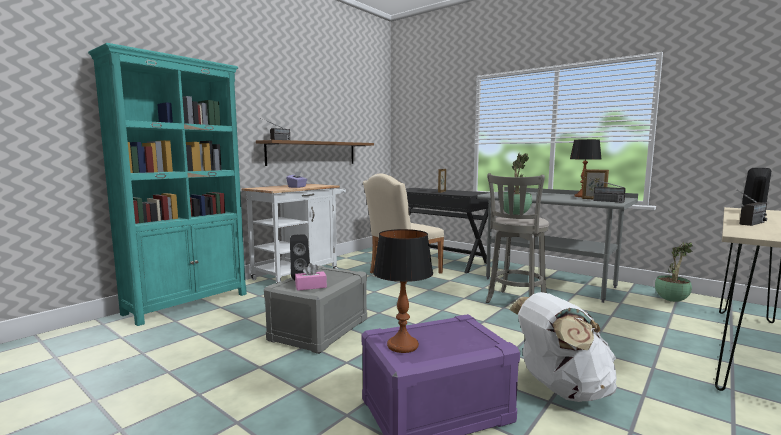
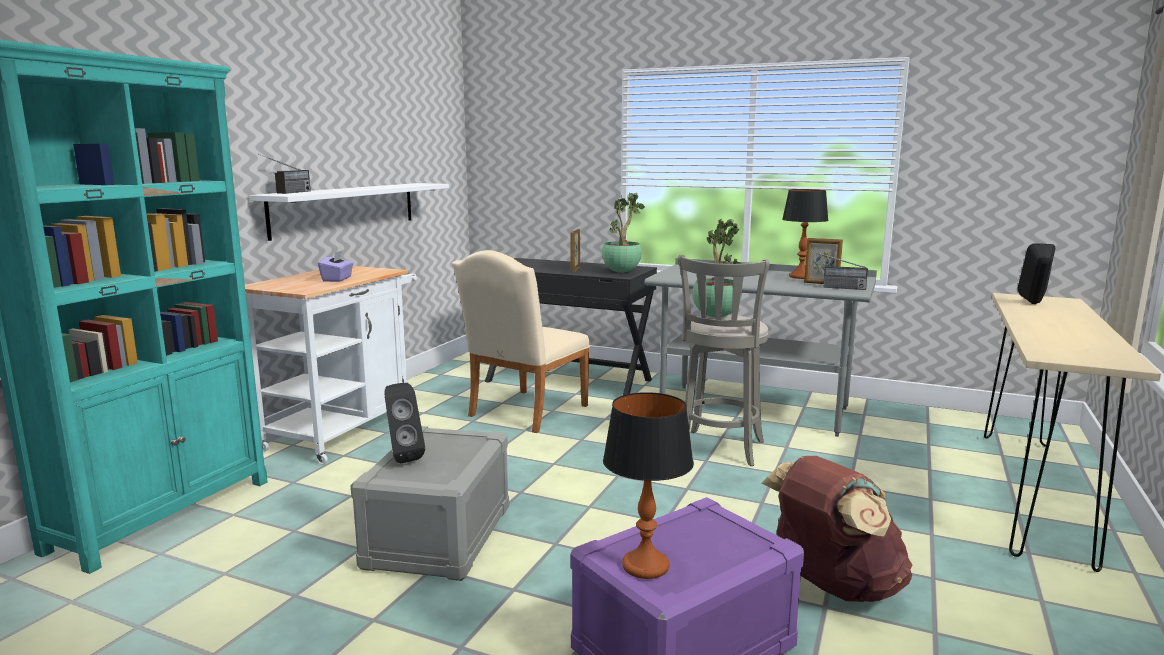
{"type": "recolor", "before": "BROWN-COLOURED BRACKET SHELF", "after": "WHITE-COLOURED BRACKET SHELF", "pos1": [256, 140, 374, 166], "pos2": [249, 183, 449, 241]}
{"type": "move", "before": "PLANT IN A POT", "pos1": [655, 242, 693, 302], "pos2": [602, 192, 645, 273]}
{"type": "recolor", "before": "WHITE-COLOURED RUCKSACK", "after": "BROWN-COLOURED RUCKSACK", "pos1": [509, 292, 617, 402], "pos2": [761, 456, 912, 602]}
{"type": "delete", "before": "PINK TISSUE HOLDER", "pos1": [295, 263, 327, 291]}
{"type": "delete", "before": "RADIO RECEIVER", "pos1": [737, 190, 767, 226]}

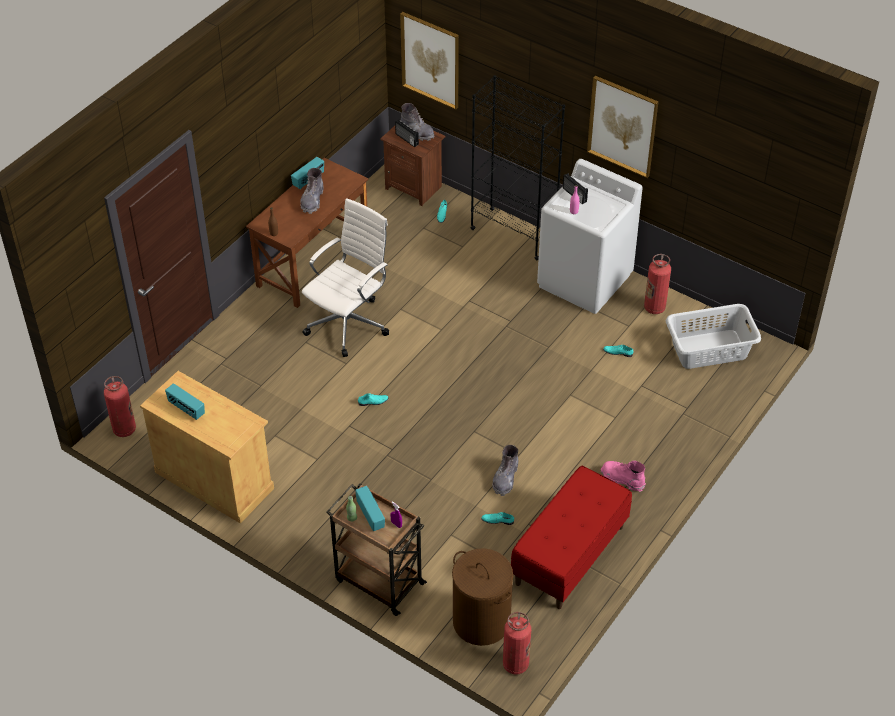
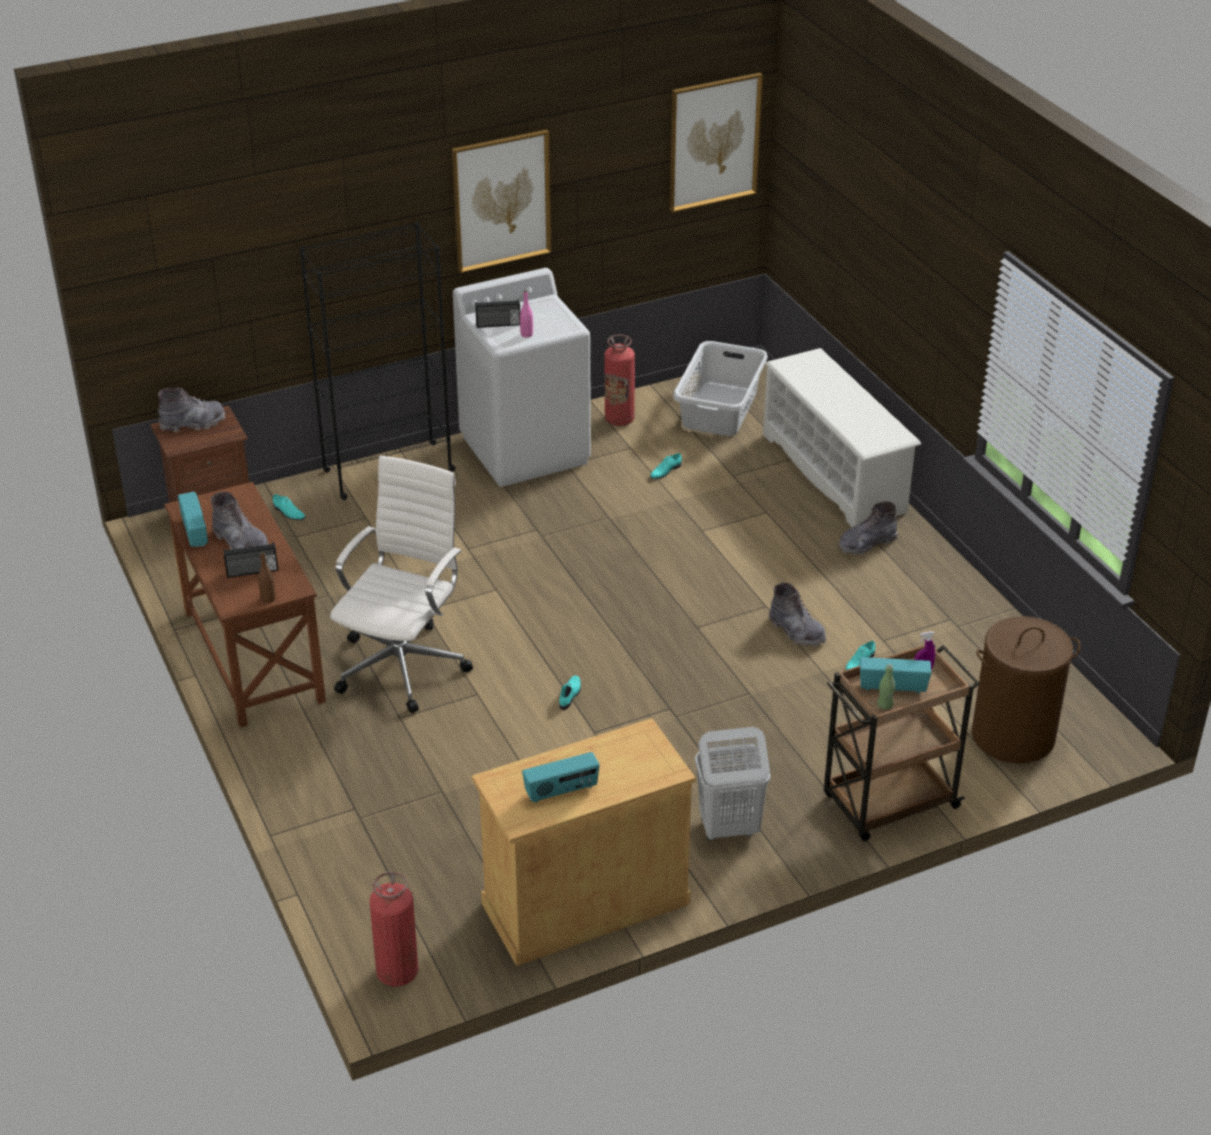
{"type": "move", "before": "RADIO RECEIVER", "pos1": [395, 119, 419, 147], "pos2": [224, 542, 278, 578]}
{"type": "rotate", "before": "WHITE-COLOURED OFFICE CHAIR", "pos1": [302, 198, 389, 357], "pos2": [330, 456, 473, 713], "turn": 45}
{"type": "move", "before": "WALL ART", "pos1": [400, 12, 459, 110], "pos2": [670, 73, 763, 213]}
{"type": "insert", "after": "WHITE-COLOURED WASHING BASKET", "pos2": [695, 727, 771, 841]}
{"type": "insert", "after": "WHITE-COLOURED SHOE RACK", "pos2": [763, 348, 921, 528]}
{"type": "recolor", "before": "PINK TALL BOOT", "after": "GREY TALL BOOT", "pos1": [601, 461, 646, 492], "pos2": [839, 501, 898, 555]}
{"type": "delete", "before": "EXTINGUISHER", "pos1": [503, 612, 531, 674]}
{"type": "delete", "before": "RED-COLOURED BENCH", "pos1": [511, 466, 632, 609]}

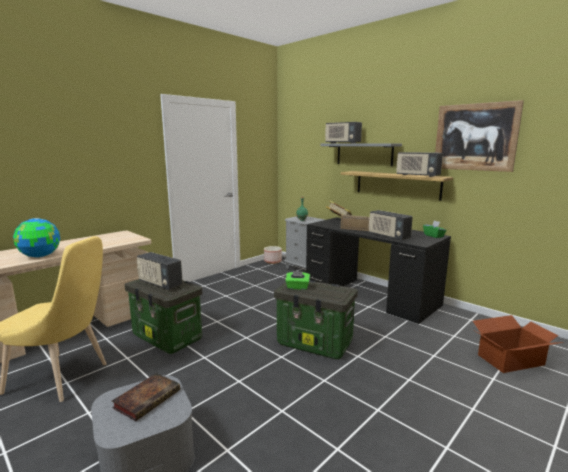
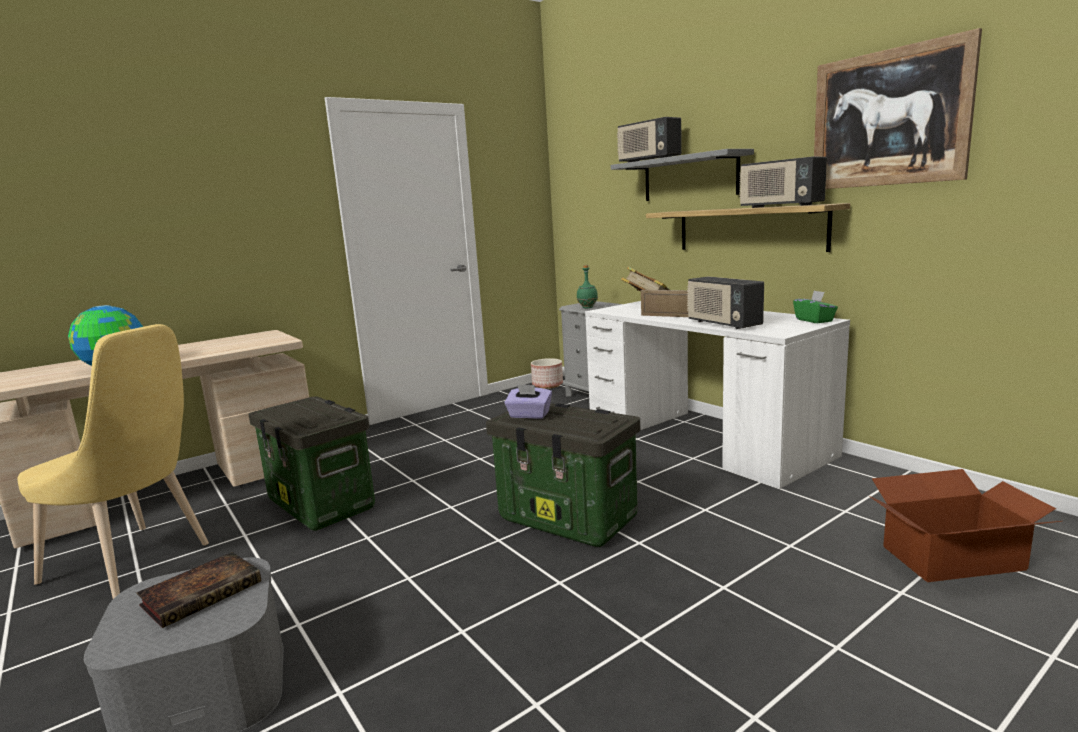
{"type": "recolor", "before": "GREEN TISSUE HOLDER", "after": "PURPLE TISSUE HOLDER", "pos1": [285, 271, 310, 290], "pos2": [504, 384, 552, 419]}
{"type": "recolor", "before": "BLACK-COLOURED DESK UNIT", "after": "WHITE-COLOURED DESK UNIT", "pos1": [306, 217, 451, 324], "pos2": [585, 301, 850, 489]}
{"type": "delete", "before": "RADIO RECEIVER", "pos1": [136, 252, 183, 290]}

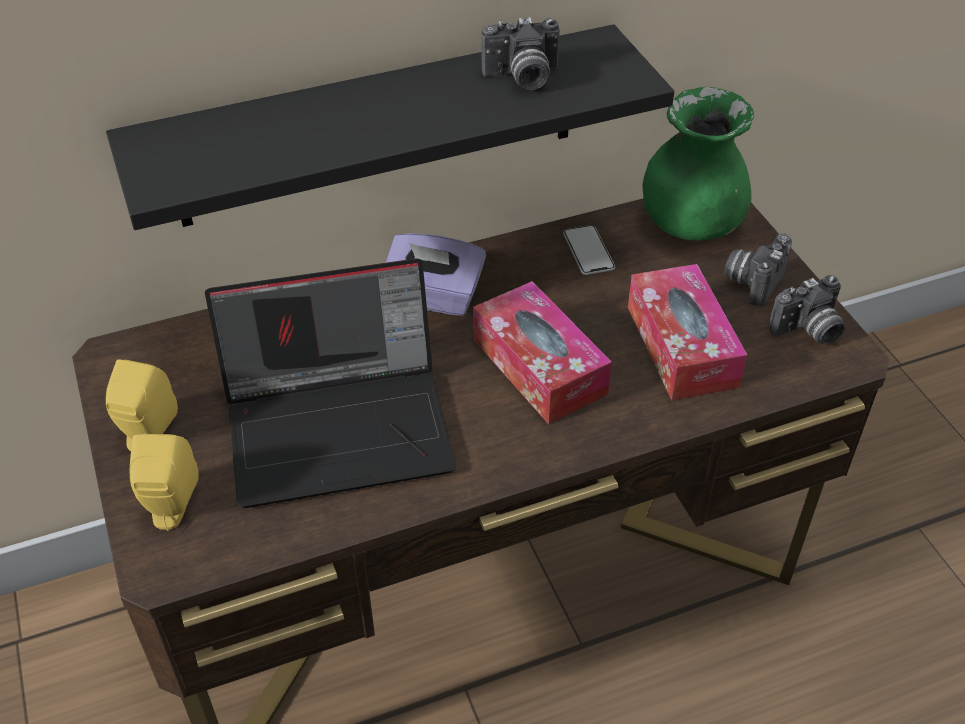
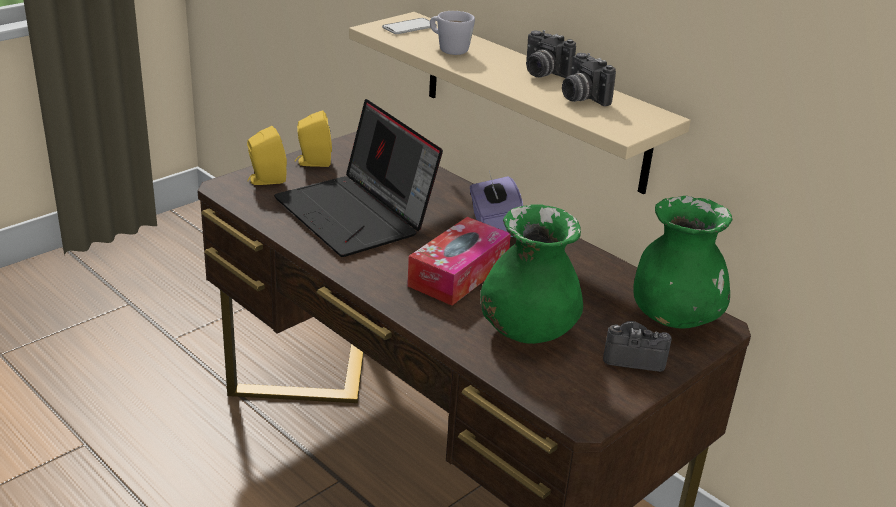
{"type": "recolor", "before": "BLACK-COLOURED BRACKET SHELF", "after": "SAND-COLOURED BRACKET SHELF", "pos1": [106, 24, 674, 230], "pos2": [349, 12, 691, 194]}
{"type": "move", "before": "TELEPHONE", "pos1": [563, 225, 615, 275], "pos2": [382, 18, 437, 34]}
{"type": "insert", "after": "WHITE-COLOURED MUG", "pos2": [430, 11, 475, 55]}
{"type": "replace", "before": "TISSUE HOLDER", "after": "GREEN FLOWER VASE", "pos1": [628, 264, 747, 400], "pos2": [480, 204, 583, 344]}
{"type": "move", "before": "STILL CAMERA", "pos1": [769, 275, 845, 345], "pos2": [526, 30, 576, 78]}

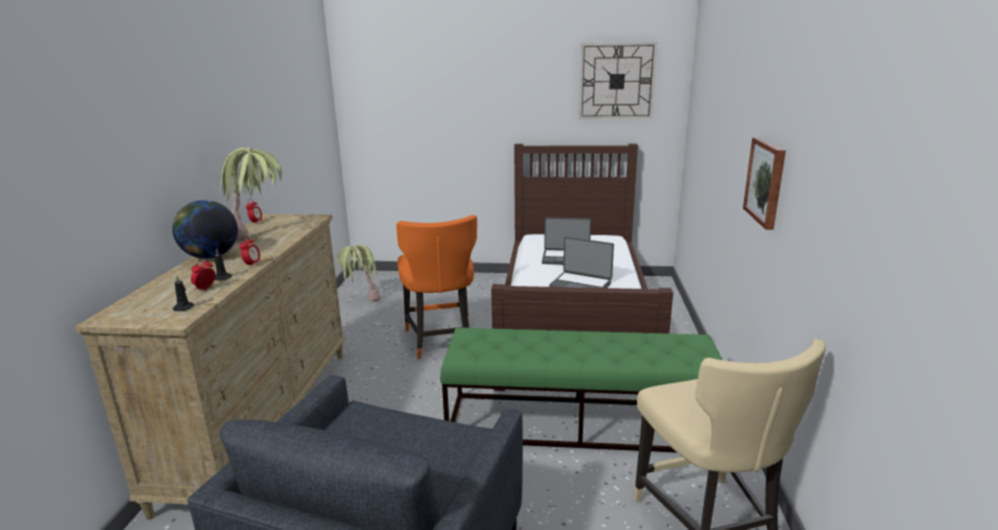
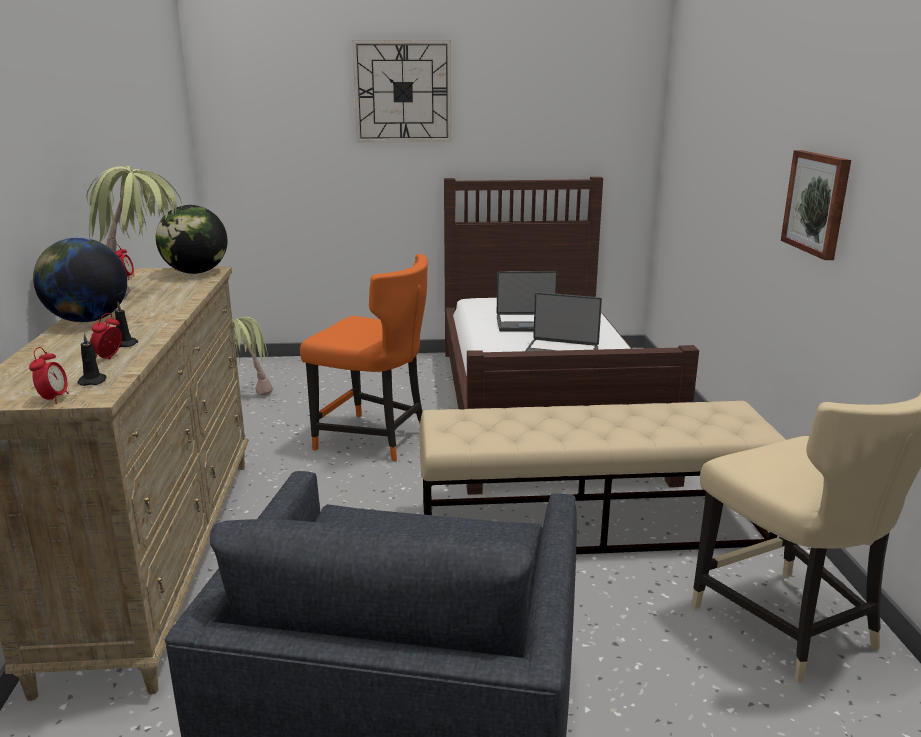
{"type": "move", "before": "BEDSIDE CLOCK", "pos1": [239, 236, 261, 265], "pos2": [29, 347, 69, 404]}
{"type": "insert", "after": "WORLD GLOBE", "pos2": [156, 205, 228, 274]}
{"type": "rotate", "before": "ORANGE UPRIGHT CHAIR", "pos1": [396, 215, 477, 359], "pos2": [300, 254, 428, 462], "turn": -45}
{"type": "move", "before": "HANGING CLOCK", "pos1": [579, 42, 657, 119], "pos2": [352, 40, 451, 142]}
{"type": "recolor", "before": "GREEN BENCH", "after": "SAND-COLOURED BENCH", "pos1": [440, 328, 722, 453], "pos2": [419, 401, 786, 554]}

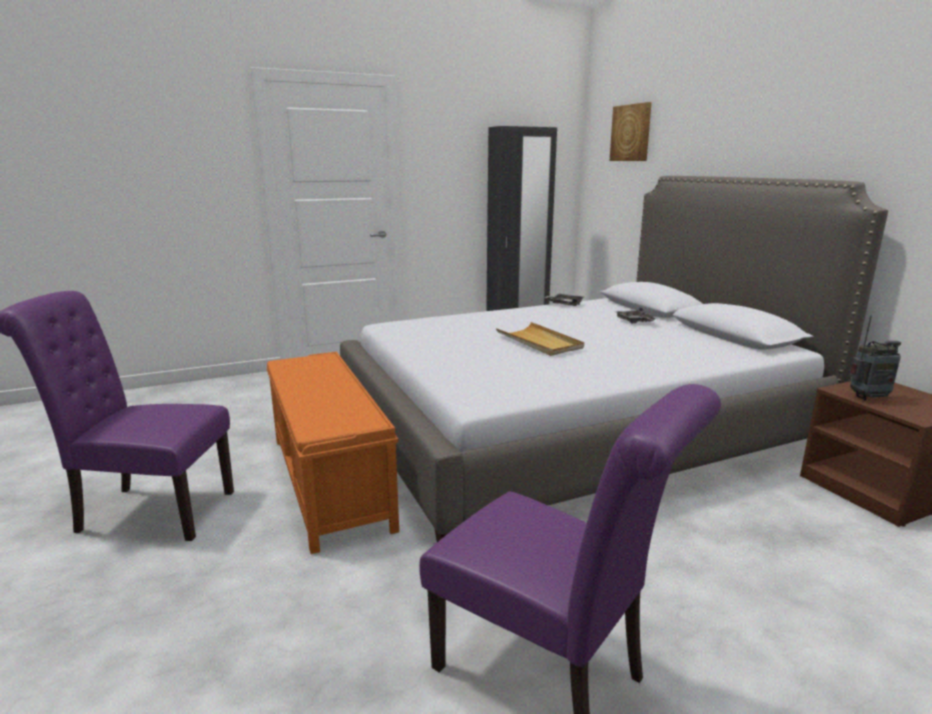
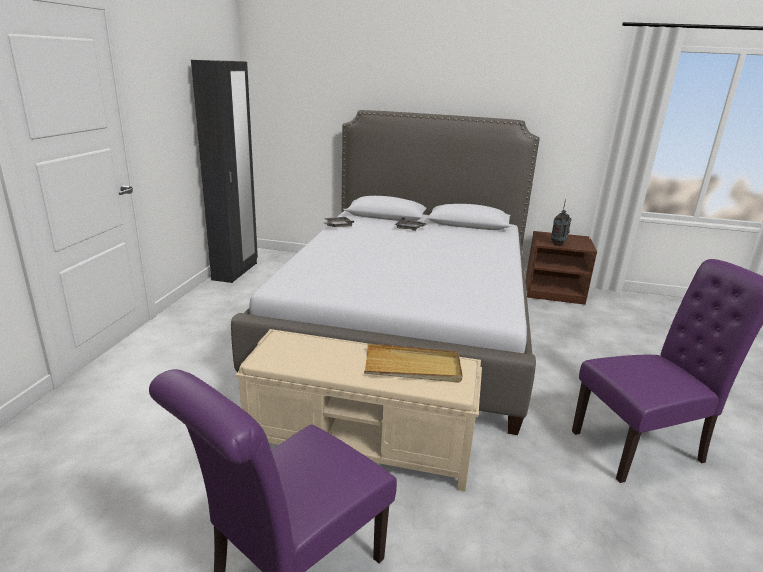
{"type": "recolor", "before": "ORANGE BENCH", "after": "SAND-COLOURED BENCH", "pos1": [267, 352, 399, 554], "pos2": [235, 329, 482, 492]}
{"type": "move", "before": "SAND-COLOURED CARRYING TRAY", "pos1": [496, 322, 584, 356], "pos2": [364, 343, 462, 383]}
{"type": "delete", "before": "WALL ART", "pos1": [610, 102, 652, 161]}

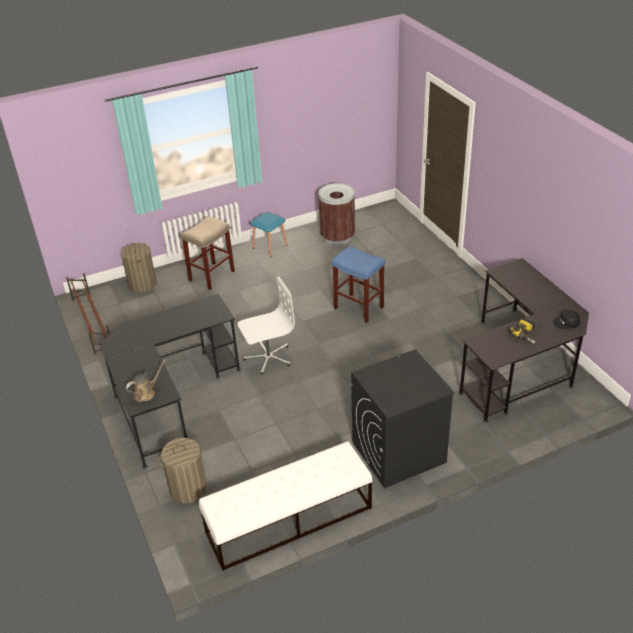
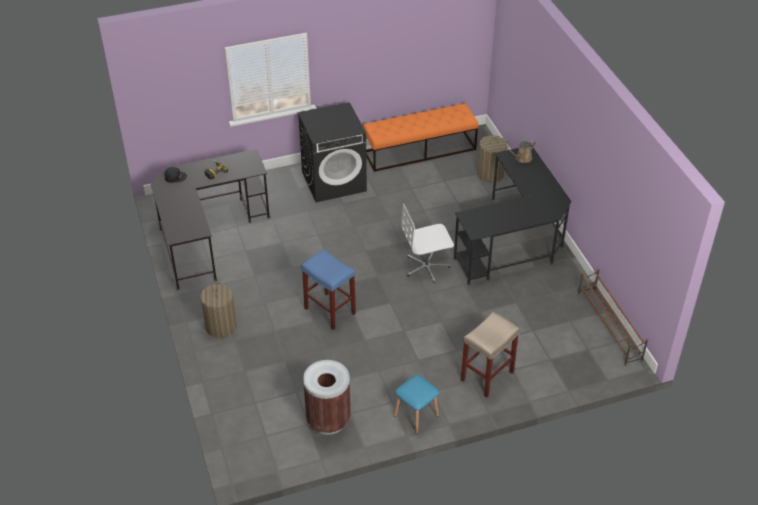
{"type": "move", "before": "WASHING BASKET", "pos1": [121, 243, 156, 293], "pos2": [200, 282, 237, 338]}
{"type": "recolor", "before": "WHITE-COLOURED BENCH", "after": "ORANGE BENCH", "pos1": [199, 441, 373, 571], "pos2": [363, 103, 479, 172]}

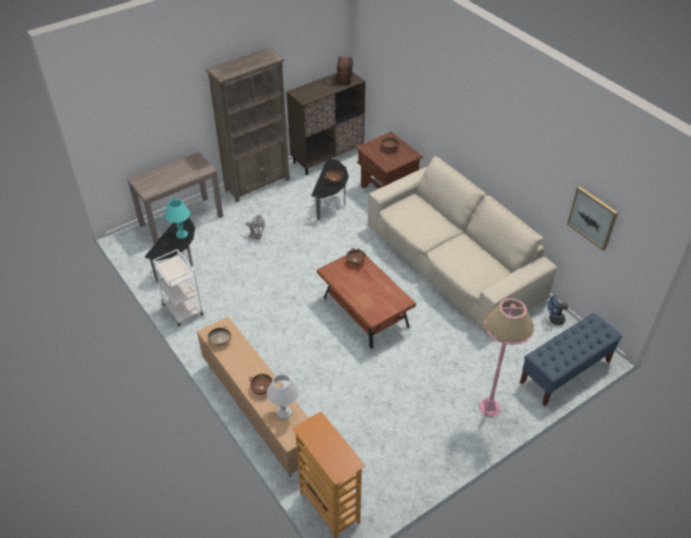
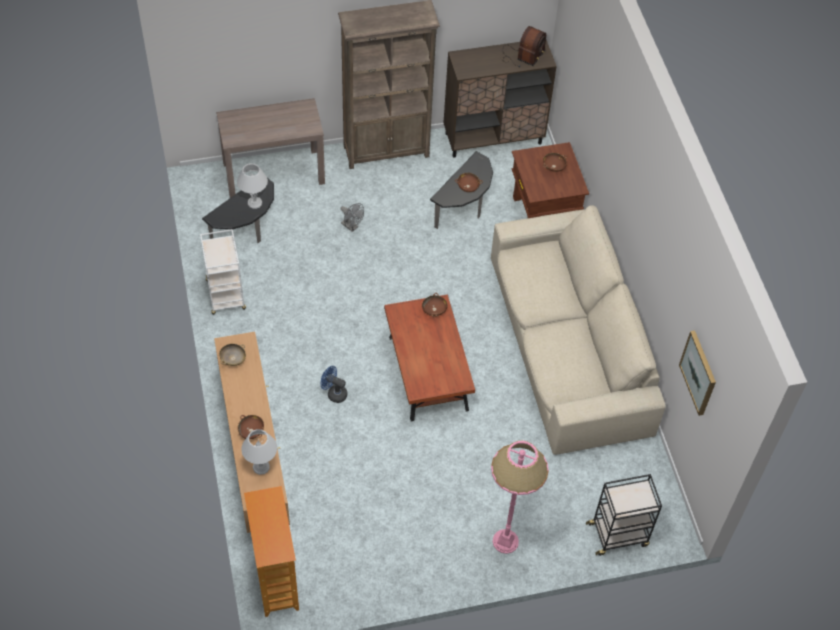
{"type": "recolor", "before": "TURQUOISE-COLOURED TABLE LAMP", "after": "WHITE-COLOURED TABLE LAMP", "pos1": [165, 199, 190, 239], "pos2": [237, 163, 268, 209]}
{"type": "move", "before": "BLUE COOLING FAN", "pos1": [548, 295, 568, 325], "pos2": [320, 366, 347, 403]}
{"type": "replace", "before": "BLUE BENCH", "after": "BLACK-COLOURED TROLLEY", "pos1": [520, 313, 622, 406], "pos2": [586, 474, 662, 556]}

